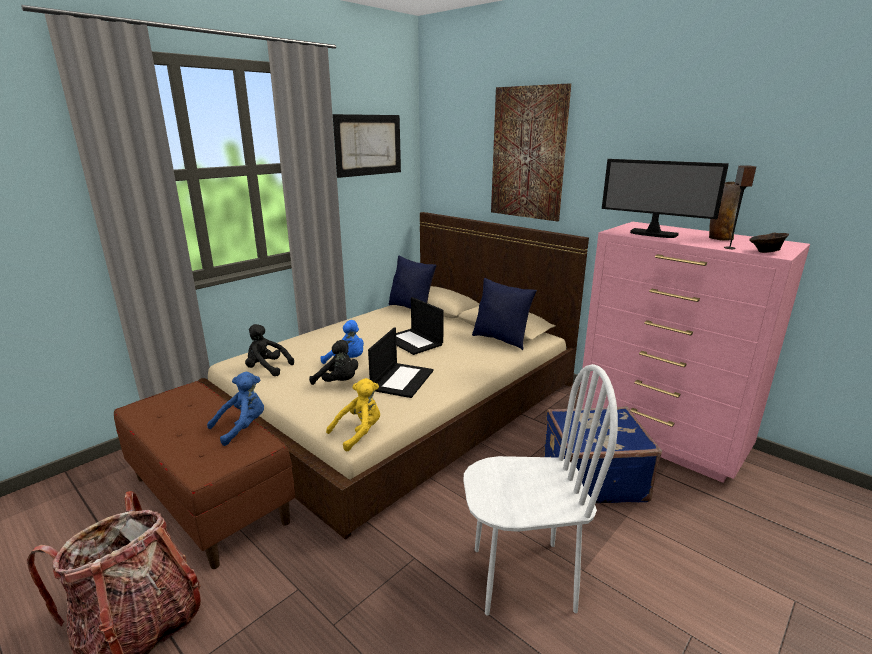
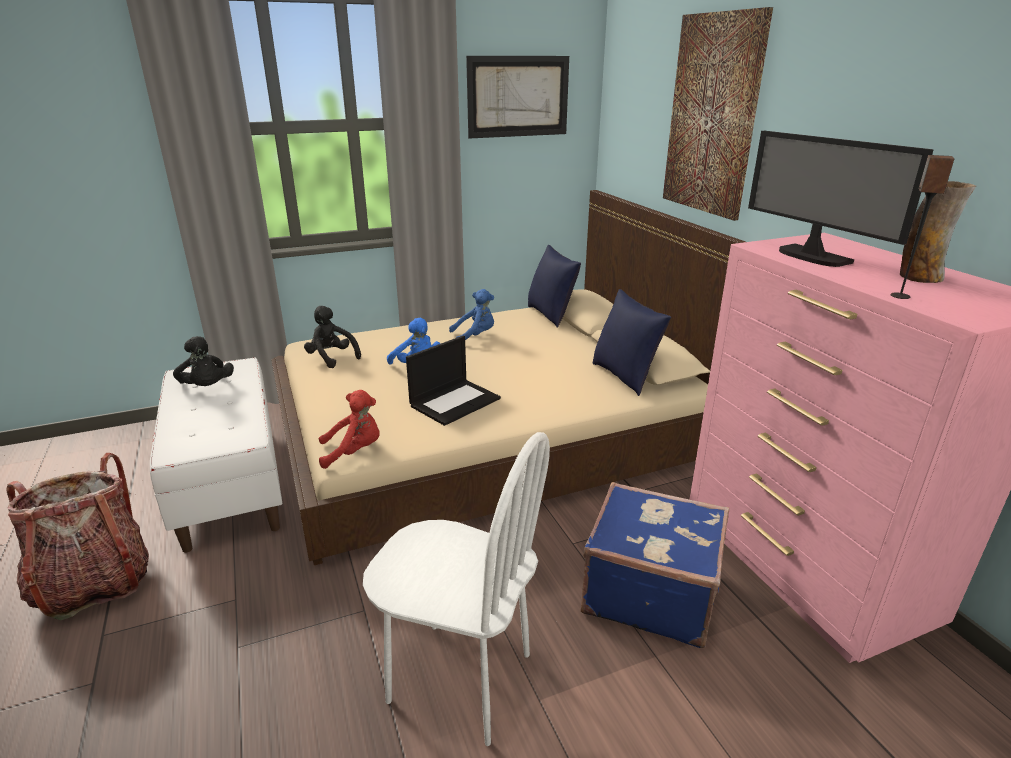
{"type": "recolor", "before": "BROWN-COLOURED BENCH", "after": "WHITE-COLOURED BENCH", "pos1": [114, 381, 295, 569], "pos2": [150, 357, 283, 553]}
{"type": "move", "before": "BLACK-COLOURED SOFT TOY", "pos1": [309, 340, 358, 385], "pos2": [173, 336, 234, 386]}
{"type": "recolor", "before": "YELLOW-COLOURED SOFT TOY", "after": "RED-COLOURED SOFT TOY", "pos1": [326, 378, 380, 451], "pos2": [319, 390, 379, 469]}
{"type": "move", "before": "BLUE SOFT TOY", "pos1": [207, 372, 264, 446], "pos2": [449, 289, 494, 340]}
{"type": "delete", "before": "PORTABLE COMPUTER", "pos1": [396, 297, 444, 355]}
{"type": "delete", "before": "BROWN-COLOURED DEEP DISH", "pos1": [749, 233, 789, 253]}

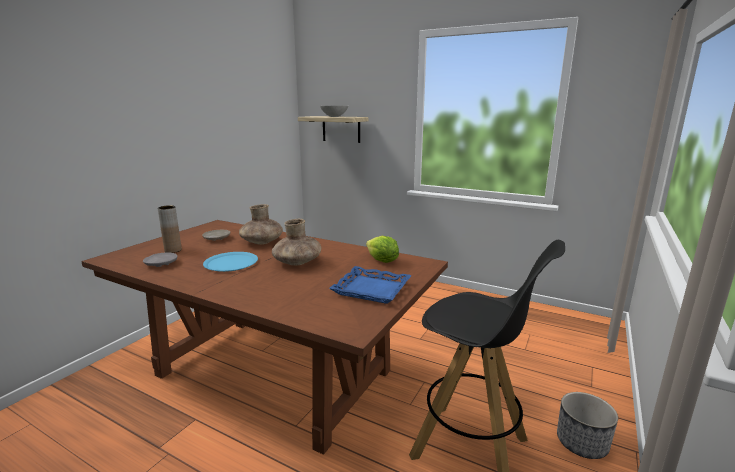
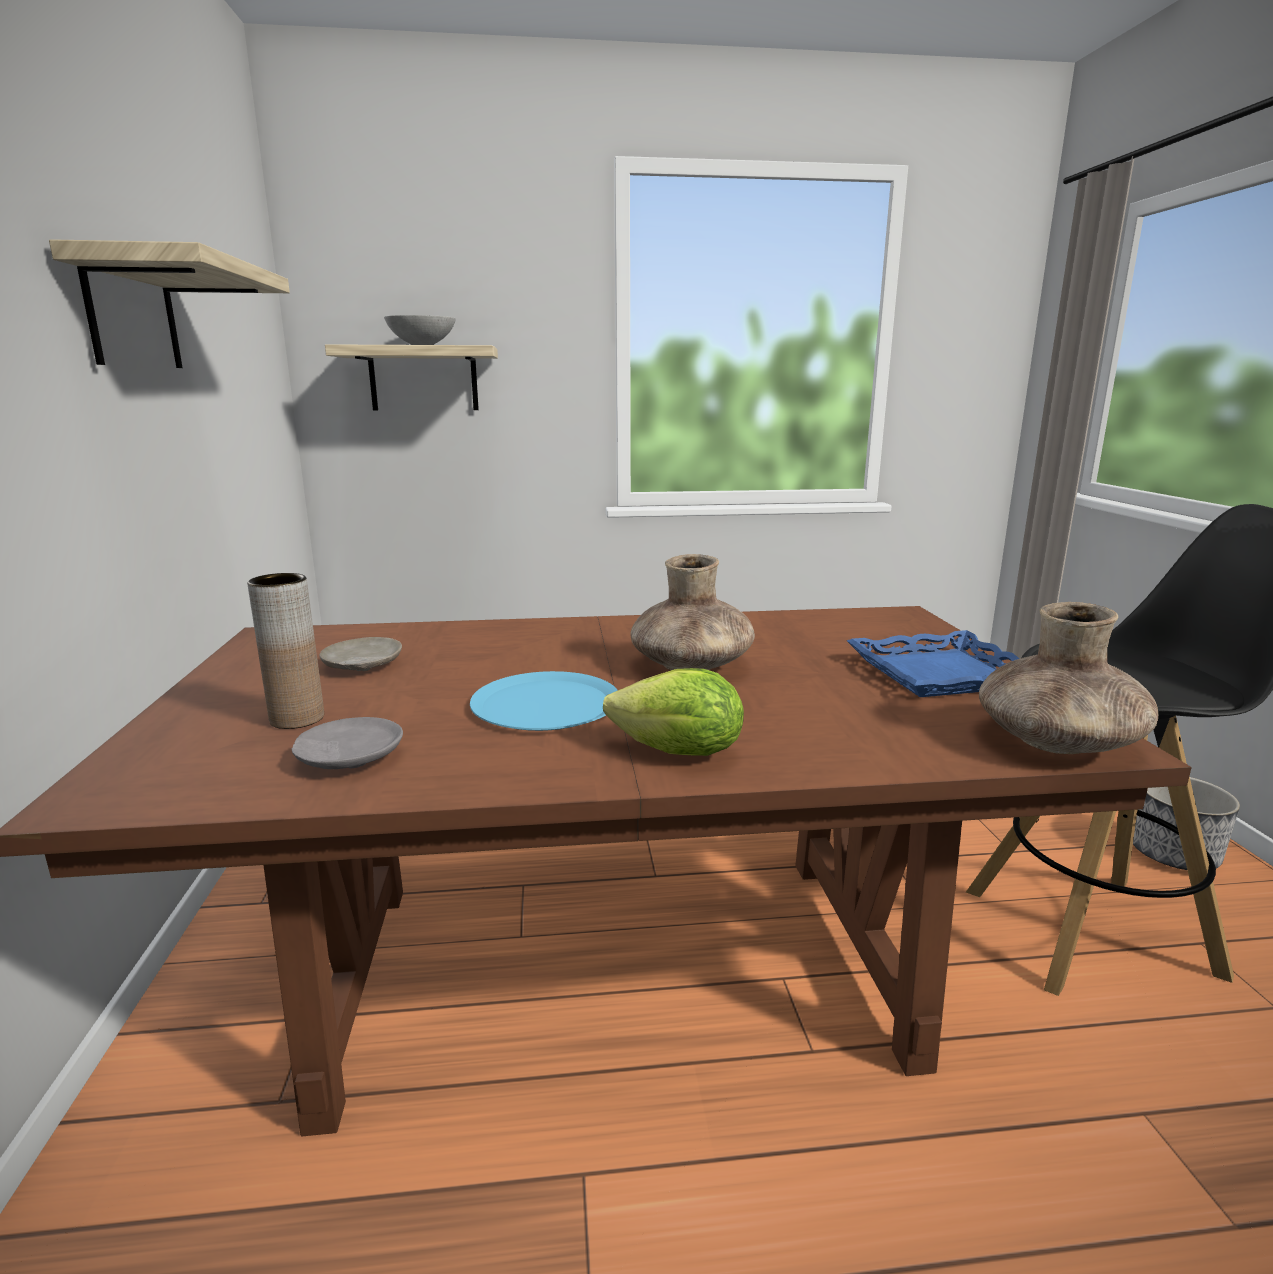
{"type": "insert", "after": "BRACKET SHELF", "pos2": [49, 239, 290, 368]}
{"type": "move", "before": "LETTUCE", "pos1": [366, 236, 399, 263], "pos2": [603, 668, 744, 756]}
{"type": "move", "before": "BROWN-COLOURED FLOWER VASE", "pos1": [239, 204, 283, 245], "pos2": [979, 602, 1158, 754]}

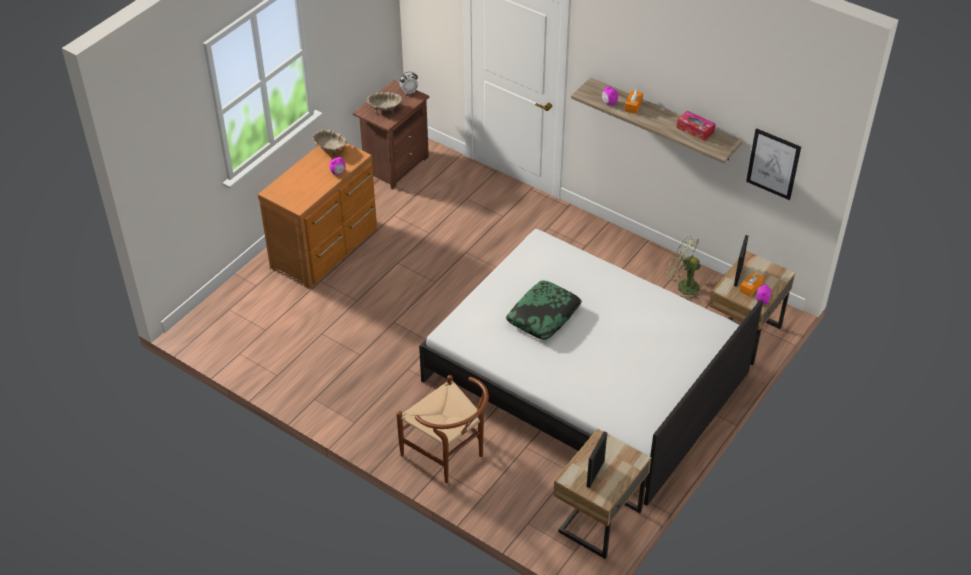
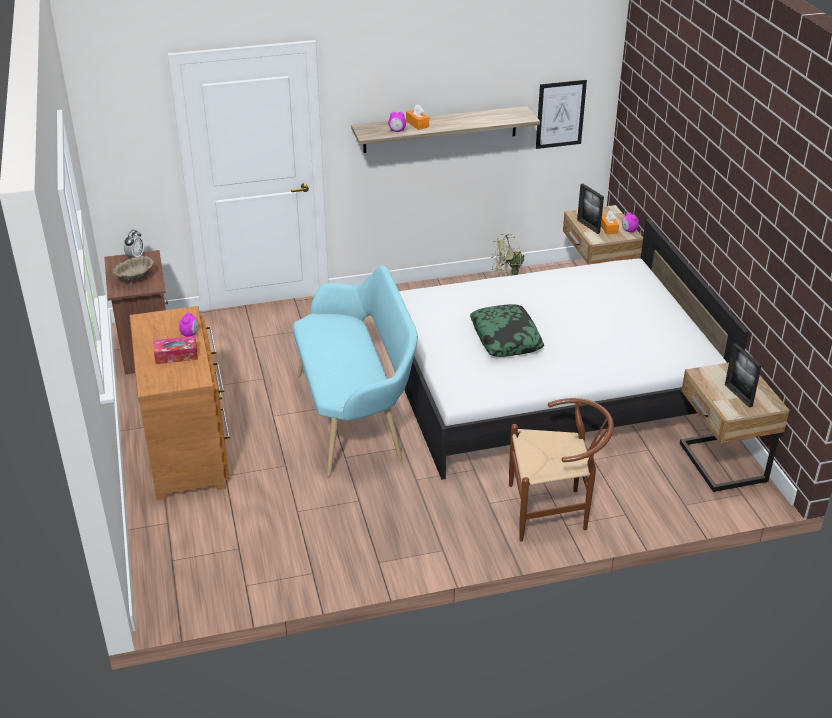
{"type": "move", "before": "TISSUE HOLDER", "pos1": [677, 111, 715, 141], "pos2": [153, 336, 198, 364]}
{"type": "insert", "after": "TURQUOISE-COLOURED BENCH", "pos2": [293, 265, 418, 477]}
{"type": "delete", "before": "SAND-COLOURED DEEP DISH", "pos1": [312, 129, 347, 157]}

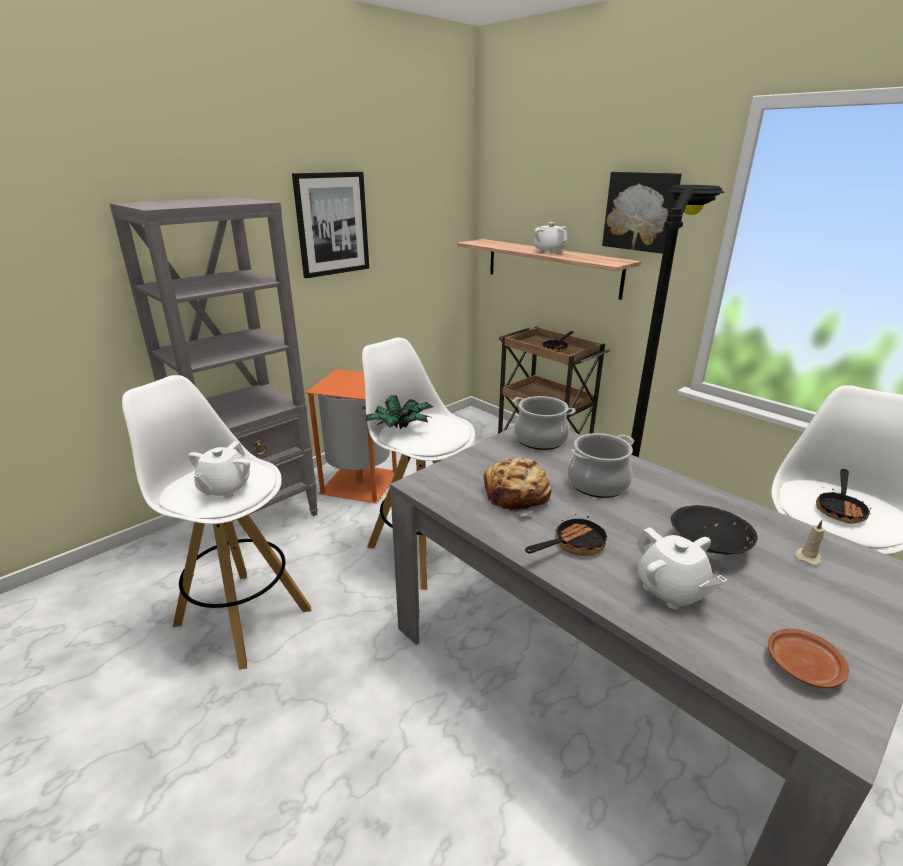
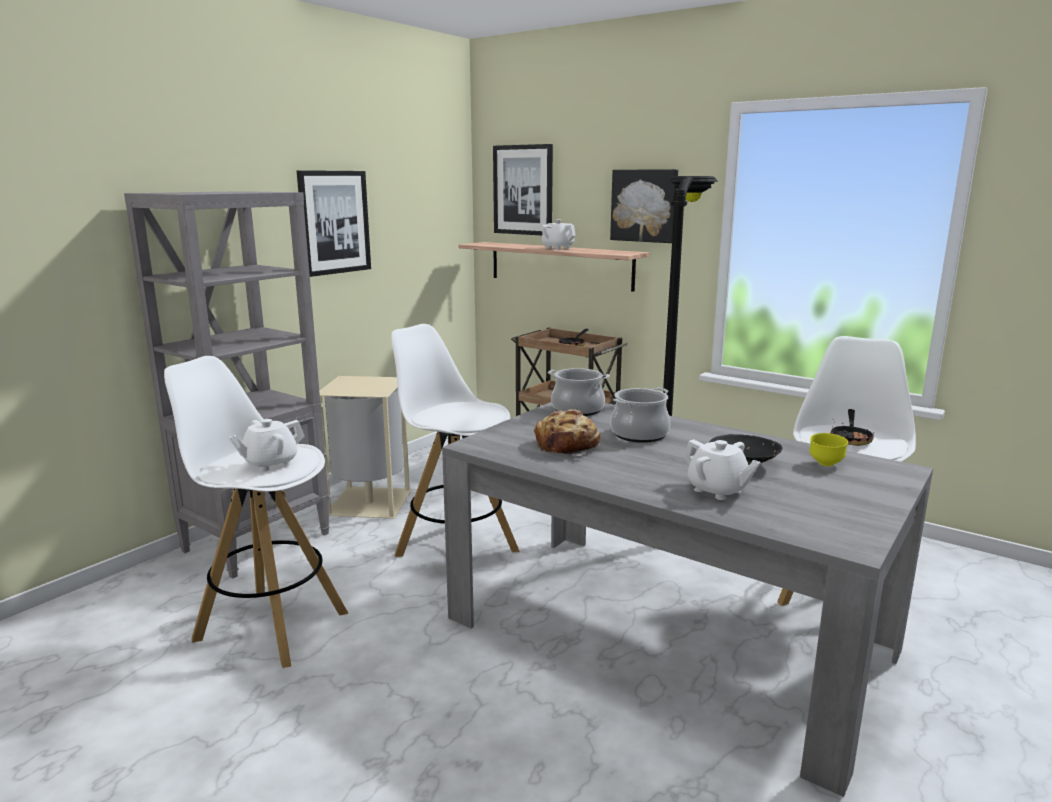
{"type": "rotate", "before": "WHITE-COLOURED POT FOR TEA", "pos1": [188, 441, 250, 499], "pos2": [229, 419, 304, 472], "turn": 45}
{"type": "recolor", "before": "ORANGE WASTE BIN", "after": "SAND-COLOURED WASTE BIN", "pos1": [305, 369, 397, 503], "pos2": [319, 376, 412, 519]}
{"type": "insert", "after": "WALL ART", "pos2": [493, 144, 553, 235]}
{"type": "replace", "before": "SAND-COLOURED WAX CANDLE", "after": "YELLOW-COLOURED DEEP DISH", "pos1": [794, 520, 825, 566], "pos2": [810, 433, 848, 466]}
{"type": "delete", "before": "PLANT IN A POT", "pos1": [361, 395, 433, 430]}
{"type": "delete", "before": "SKILLET", "pos1": [525, 514, 608, 556]}
{"type": "delete", "before": "BROWN-COLOURED DINNER PLATE", "pos1": [768, 629, 849, 688]}

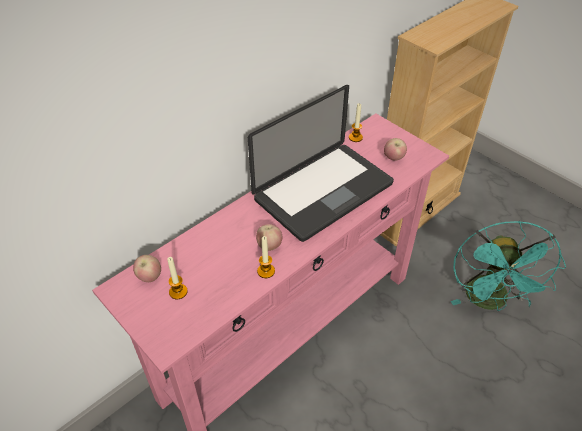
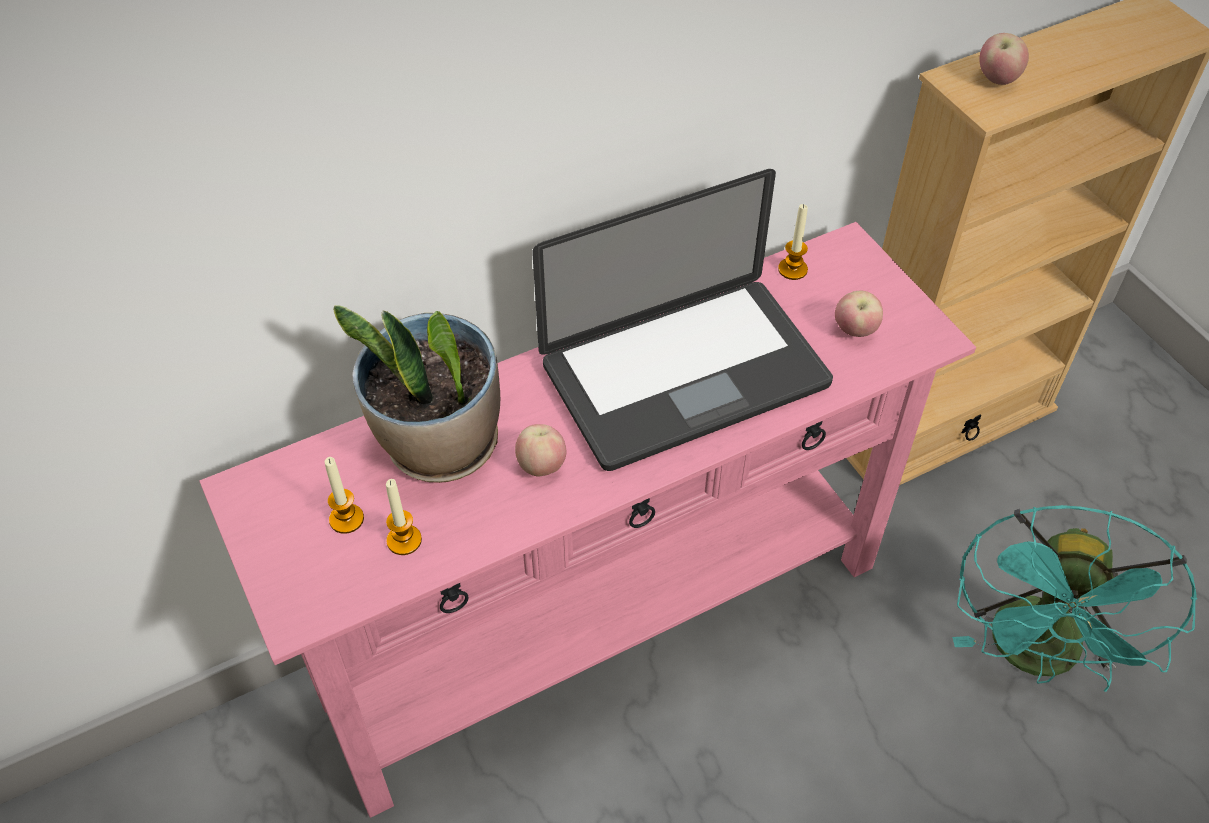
{"type": "insert", "after": "PLANT IN A POT", "pos2": [333, 305, 500, 483]}
{"type": "move", "before": "WAX CANDLE", "pos1": [257, 236, 275, 278], "pos2": [386, 479, 422, 555]}
{"type": "move", "before": "WHOLE APPLE", "pos1": [133, 255, 161, 282], "pos2": [979, 33, 1029, 85]}

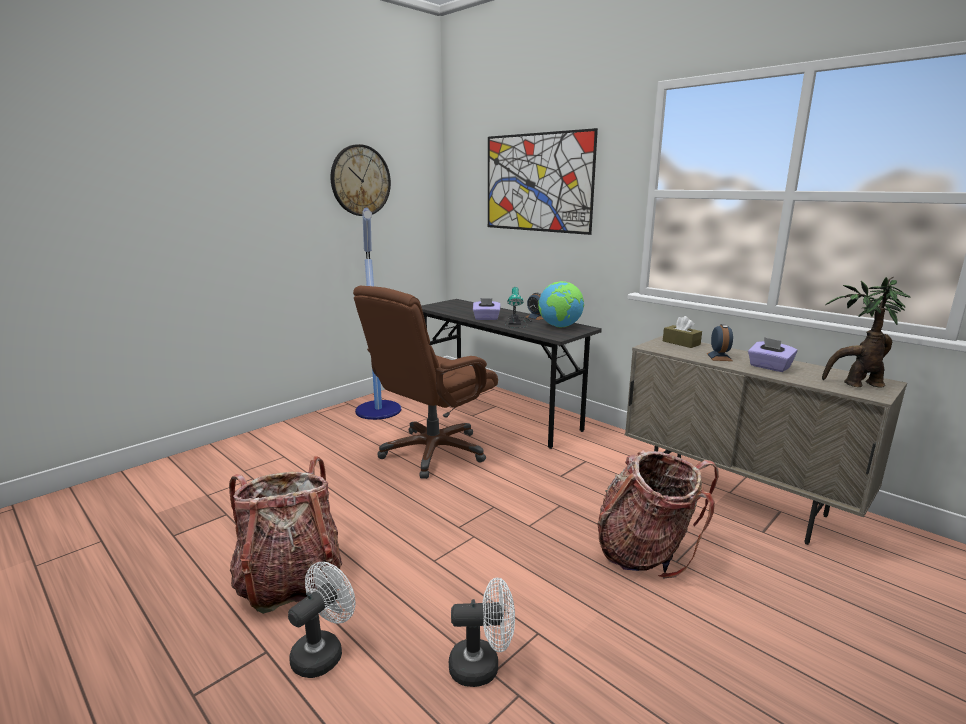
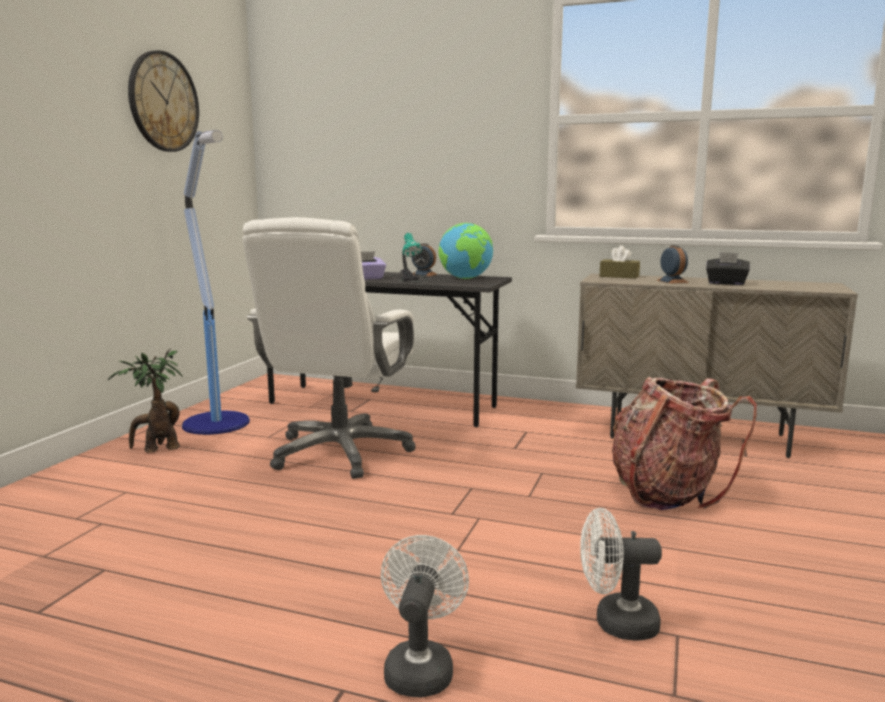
{"type": "move", "before": "PLANT IN A POT", "pos1": [822, 277, 911, 388], "pos2": [108, 349, 183, 452]}
{"type": "recolor", "before": "BROWN-COLOURED OFFICE CHAIR", "after": "WHITE-COLOURED OFFICE CHAIR", "pos1": [353, 286, 498, 479], "pos2": [243, 217, 415, 479]}
{"type": "rotate", "before": "WHITE-COLOURED COOLING FAN", "pos1": [449, 578, 515, 687], "pos2": [580, 508, 662, 641], "turn": -150}
{"type": "recolor", "before": "PURPLE TISSUE HOLDER", "after": "BLACK-COLOURED TISSUE HOLDER", "pos1": [748, 337, 797, 372], "pos2": [706, 252, 750, 285]}
{"type": "delete", "before": "RUCKSACK", "pos1": [229, 456, 342, 614]}
{"type": "delete", "before": "WALL ART", "pos1": [488, 128, 598, 235]}

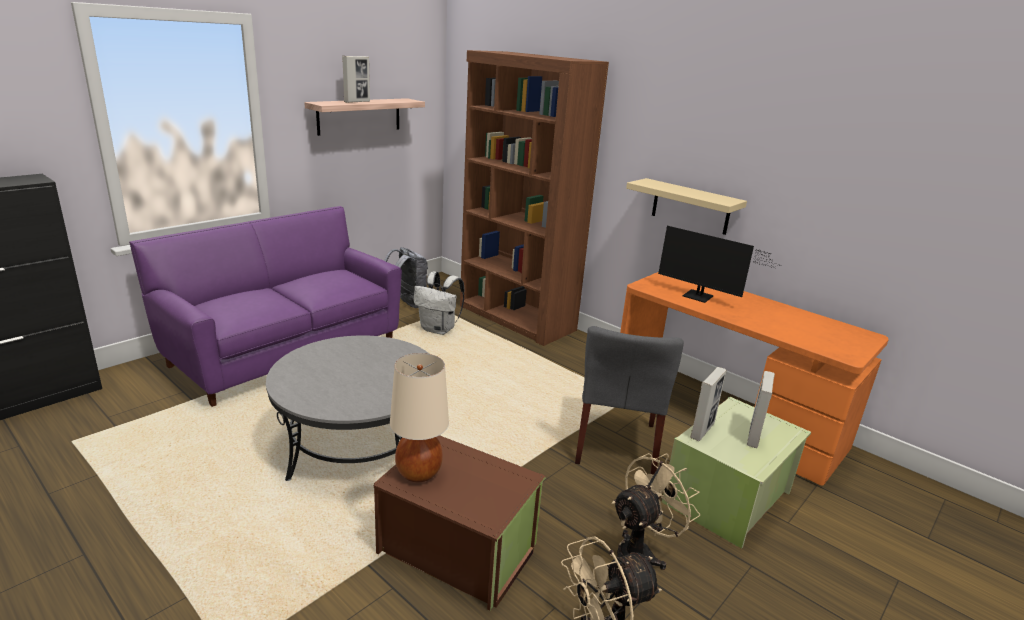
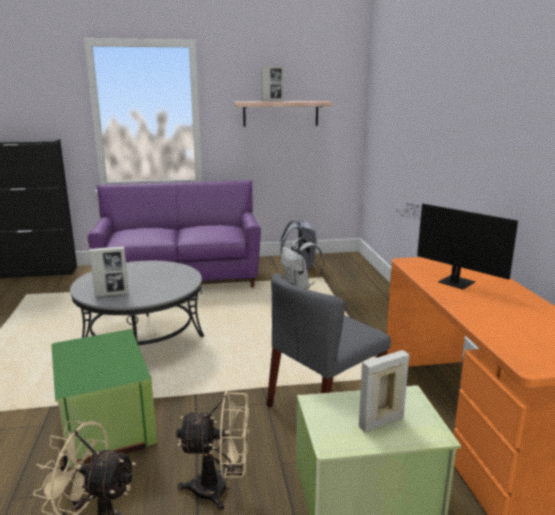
{"type": "recolor", "before": "BROWN-COLOURED STORAGE BIN", "after": "GREEN STORAGE BIN", "pos1": [374, 435, 546, 611], "pos2": [51, 329, 157, 467]}
{"type": "move", "before": "PHOTO FRAME", "pos1": [690, 367, 726, 441], "pos2": [89, 246, 129, 297]}
{"type": "rotate", "before": "MONITOR", "pos1": [658, 226, 774, 303], "pos2": [401, 204, 518, 289], "turn": 150}
{"type": "delete", "before": "SAND-COLOURED TABLE LAMP", "pos1": [390, 353, 449, 483]}
{"type": "delete", "before": "BROWN-COLOURED BOOKCASE", "pos1": [460, 50, 609, 346]}
{"type": "delete", "before": "SAND-COLOURED BRACKET SHELF", "pos1": [626, 178, 747, 235]}

